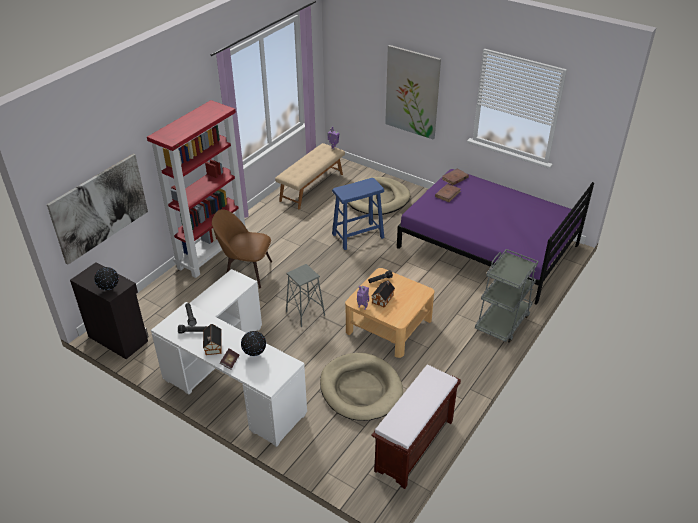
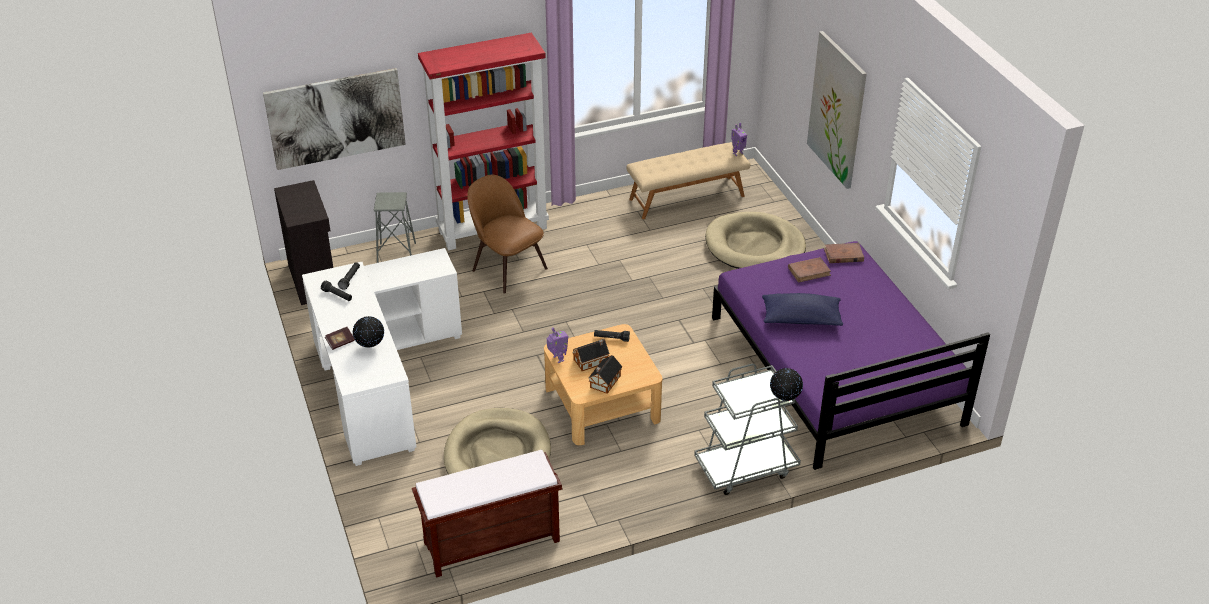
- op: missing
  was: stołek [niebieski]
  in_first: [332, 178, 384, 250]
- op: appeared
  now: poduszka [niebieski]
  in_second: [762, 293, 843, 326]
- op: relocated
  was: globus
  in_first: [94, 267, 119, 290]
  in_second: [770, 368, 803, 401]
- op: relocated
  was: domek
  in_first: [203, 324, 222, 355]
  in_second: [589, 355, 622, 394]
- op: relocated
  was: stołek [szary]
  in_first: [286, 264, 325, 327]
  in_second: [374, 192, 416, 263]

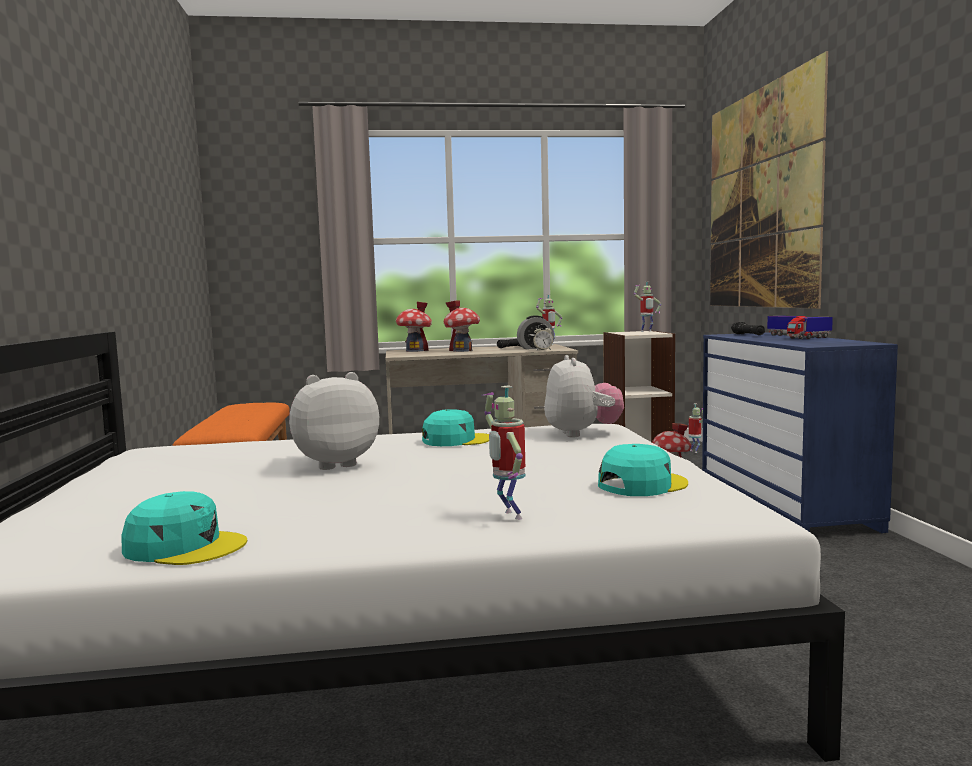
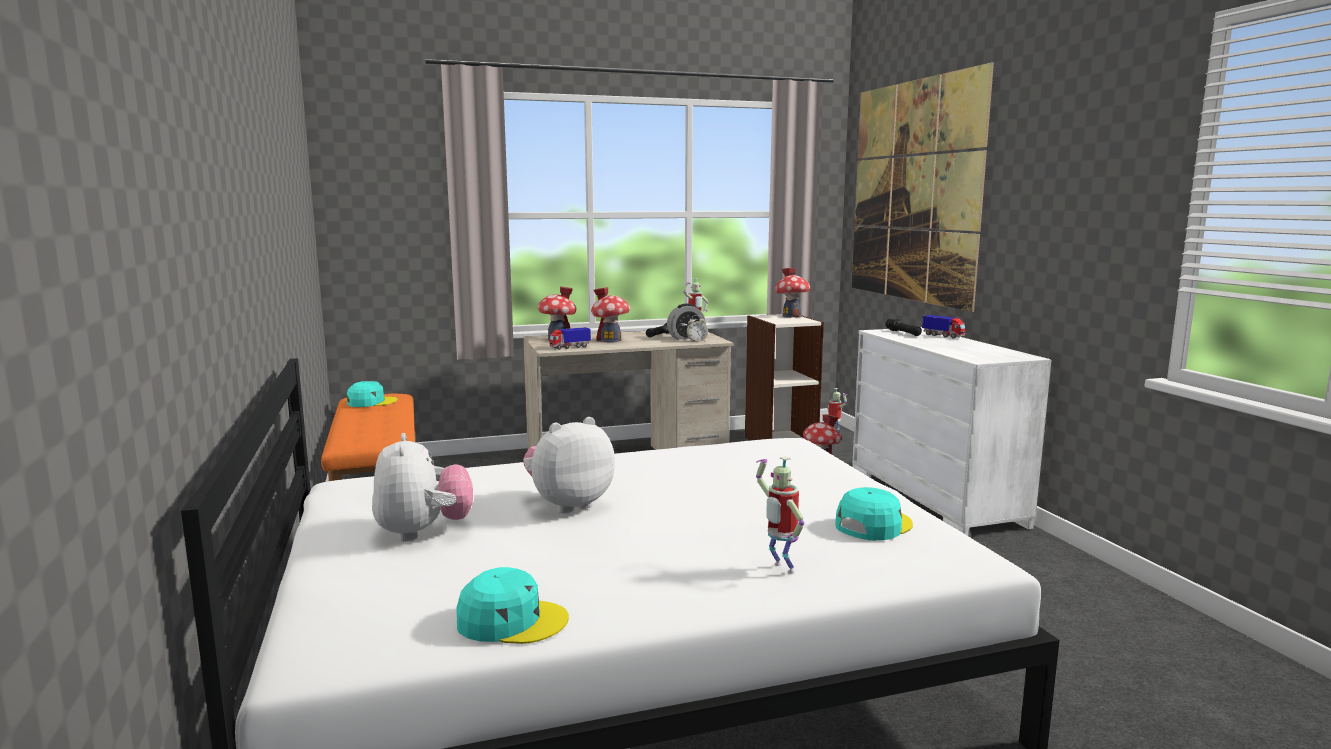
- op: relocated
  was: czapka z daszkiem [turkusowy]
  in_first: [422, 409, 489, 446]
  in_second: [347, 381, 398, 407]
- op: relocated
  was: pluszak
  in_first: [544, 355, 624, 438]
  in_second: [372, 433, 473, 542]
- op: relocated
  was: ciężarówka zabawkowa
  in_first: [787, 317, 833, 339]
  in_second: [549, 327, 591, 350]
- op: exchanged
  was: robot zabawkowy
  now: domek
  in_first: [634, 281, 661, 332]
  in_second: [775, 268, 810, 317]
- op: colour
  was: komoda [niebieski]
  now: komoda [biały]
  in_first: [702, 332, 898, 533]
  in_second: [852, 327, 1052, 536]

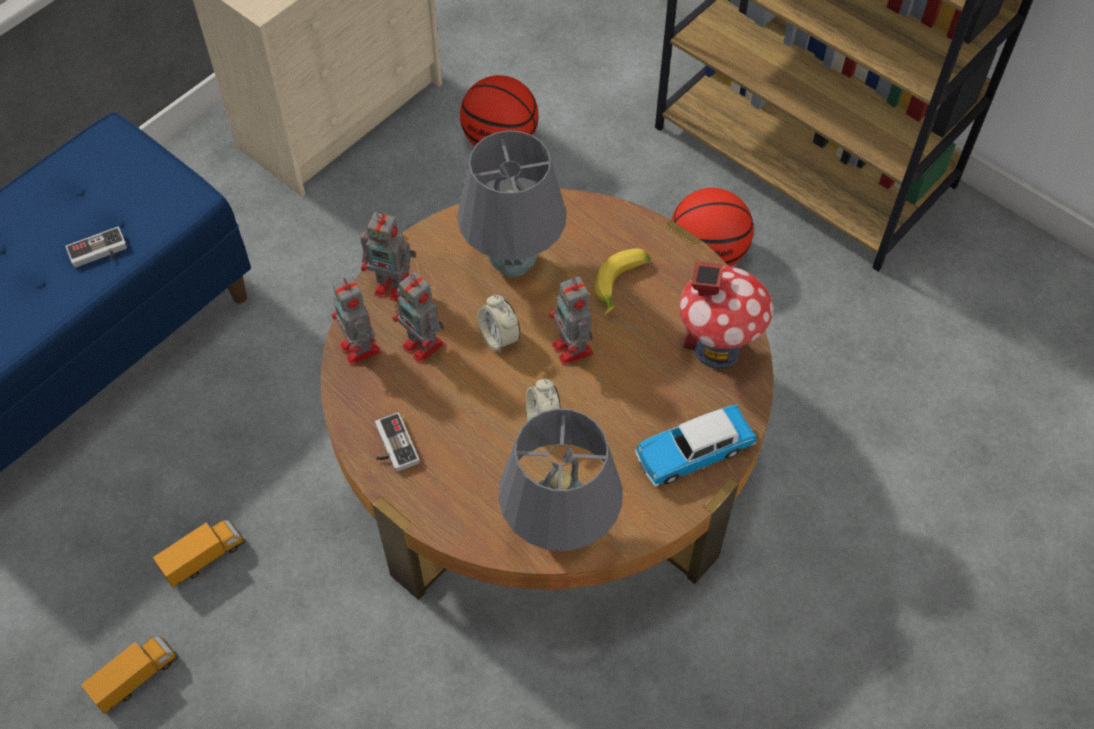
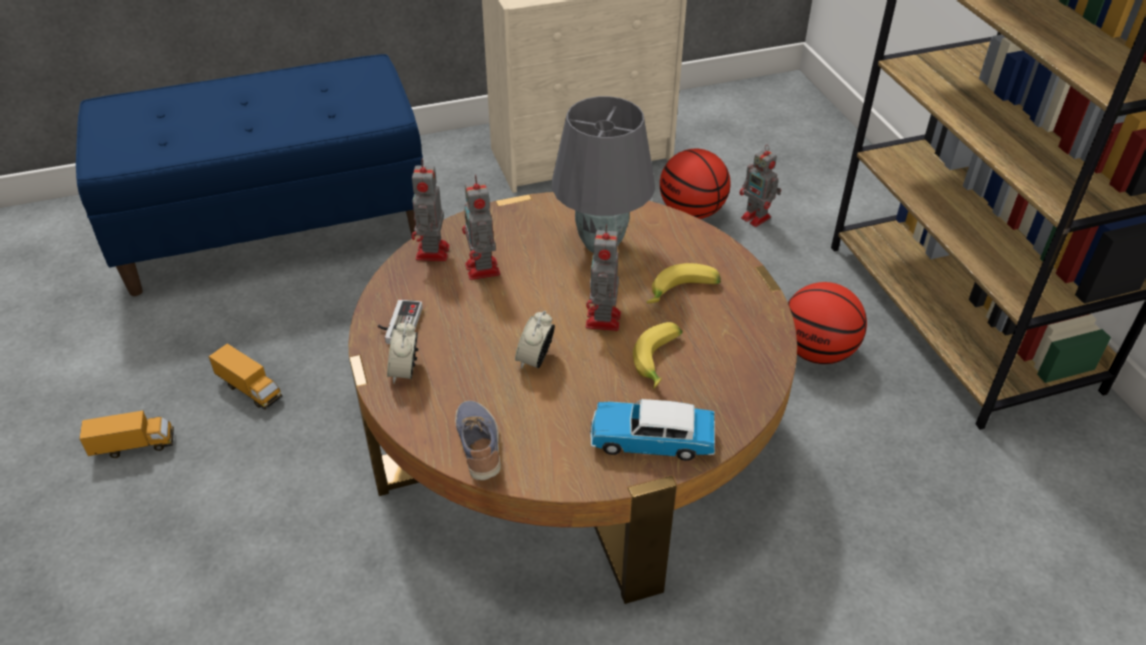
- op: missing
  was: pad do gier
  in_first: [65, 227, 127, 268]
- op: missing
  was: domek
  in_first: [679, 261, 773, 369]
- op: appeared
  now: banan
  in_second: [633, 322, 683, 389]
- op: relocated
  was: robot zabawkowy
  in_first: [360, 212, 417, 301]
  in_second: [740, 145, 781, 227]
- op: relocated
  was: budzik
  in_first: [477, 294, 520, 353]
  in_second: [387, 321, 419, 384]
- op: exchanged
  was: lampa stołowa [szary]
  now: but
  in_first: [498, 408, 623, 551]
  in_second: [455, 401, 501, 480]
- op: spun
  was: ciężarówka zabawkowa
  in_first: [153, 520, 246, 588]
  in_second: [208, 344, 283, 410]
  clockwise: 45

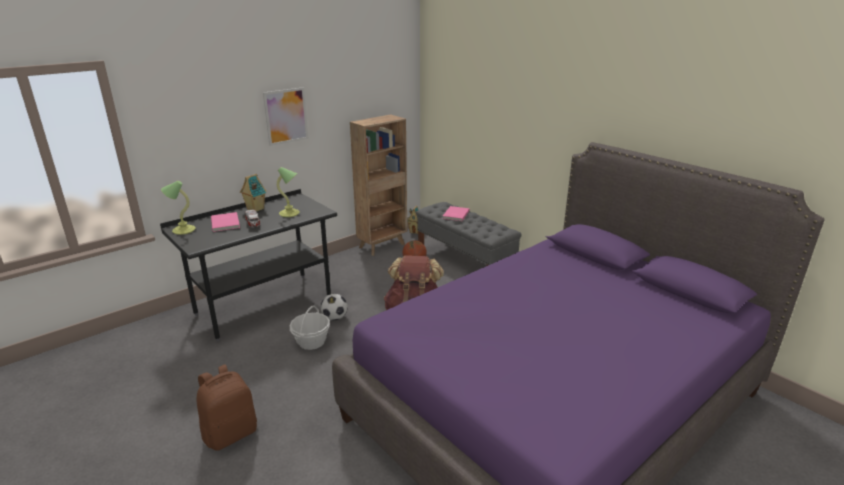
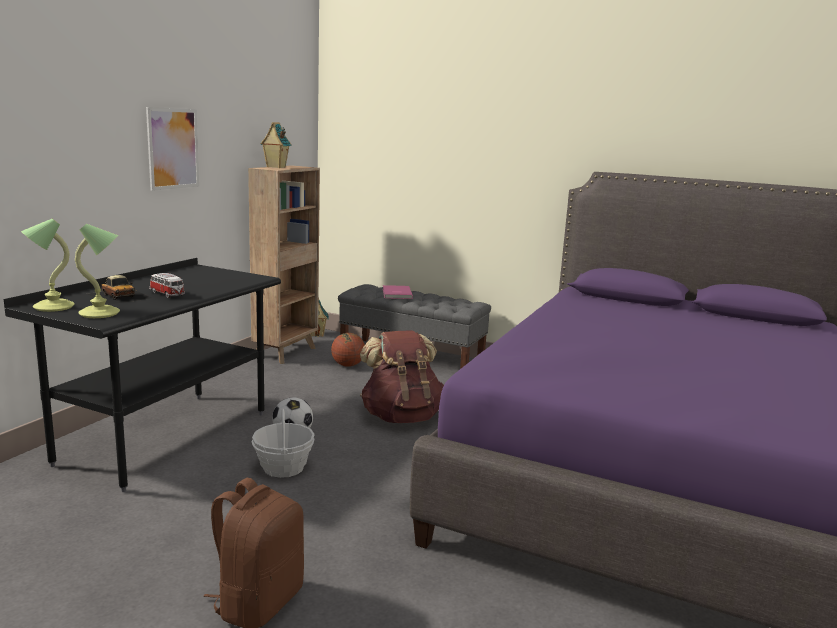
- op: relocated
  was: domek
  in_first: [240, 174, 267, 211]
  in_second: [260, 122, 292, 168]
- op: relocated
  was: lampa stołowa
  in_first: [277, 167, 300, 217]
  in_second: [75, 224, 120, 318]
- op: exchanged
  was: książka [różowy]
  now: samochodzik
  in_first: [211, 212, 240, 232]
  in_second: [87, 275, 152, 305]

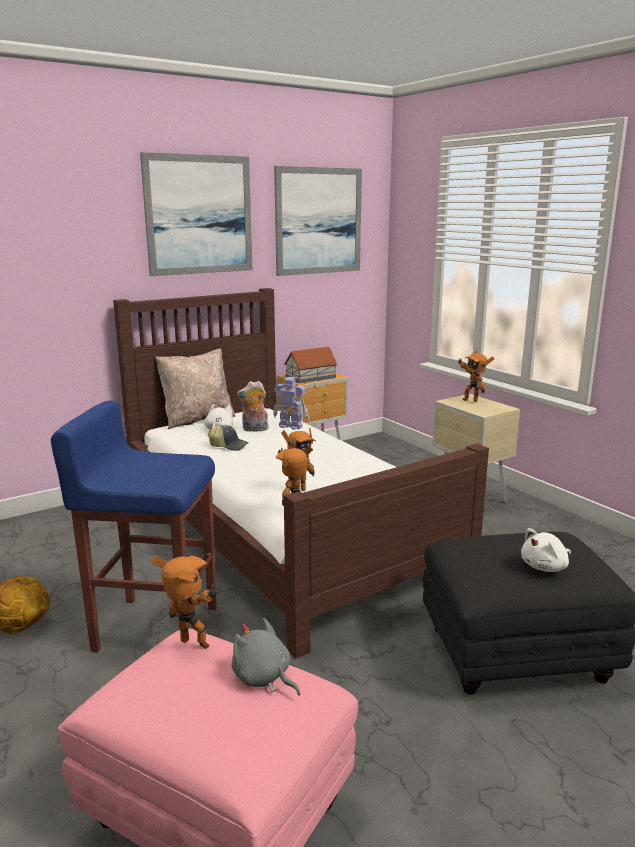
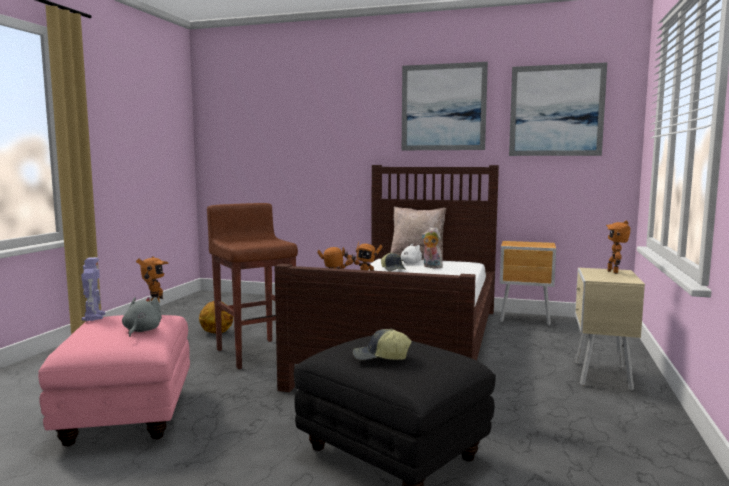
- op: missing
  was: domek
  in_first: [284, 347, 338, 383]
- op: relocated
  was: robot zabawkowy
  in_first: [273, 377, 310, 430]
  in_second: [81, 257, 105, 321]
- op: exchanged
  was: pluszak [biały]
  now: czapka z daszkiem
  in_first: [521, 528, 571, 572]
  in_second: [353, 329, 412, 360]
- op: colour
  was: stołek [niebieski]
  now: stołek [brązowy]
  in_first: [51, 401, 217, 652]
  in_second: [207, 203, 298, 369]

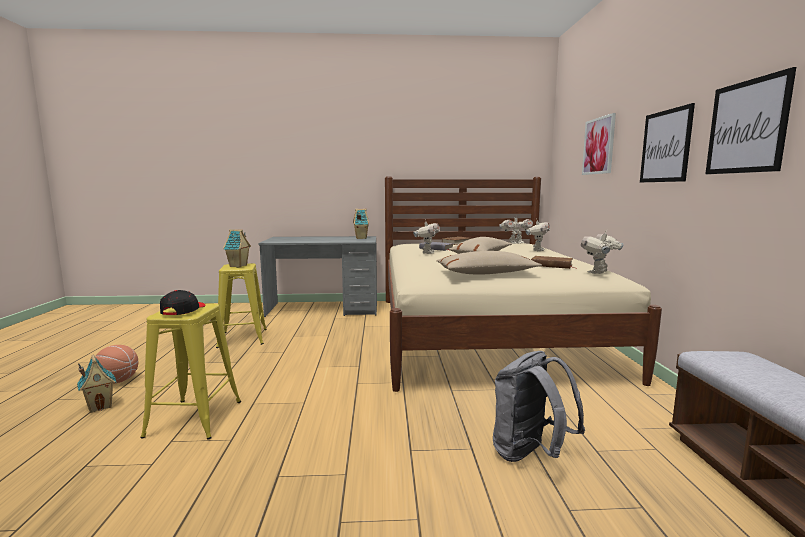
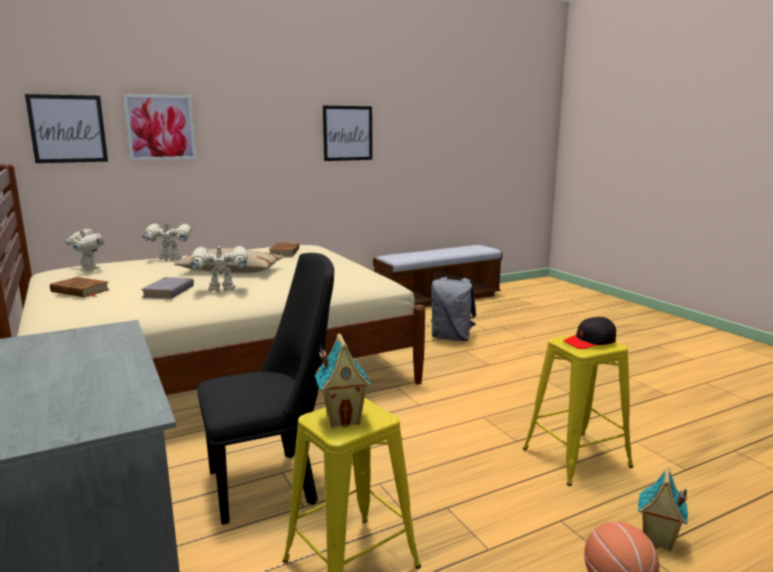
- op: missing
  was: domek
  in_first: [353, 209, 369, 239]
- op: missing
  was: poduszka [beżowy]
  in_first: [436, 251, 542, 274]
- op: missing
  was: robot zabawkowy
  in_first: [581, 229, 624, 274]
- op: appeared
  now: krzesło [czarny]
  in_second: [197, 253, 334, 525]
- op: relocated
  was: obraz
  in_first: [640, 103, 695, 183]
  in_second: [25, 94, 108, 163]

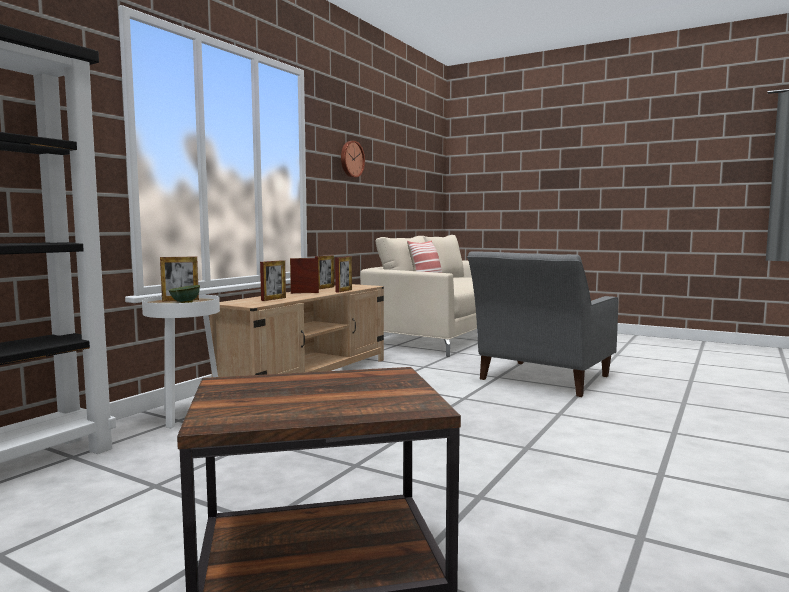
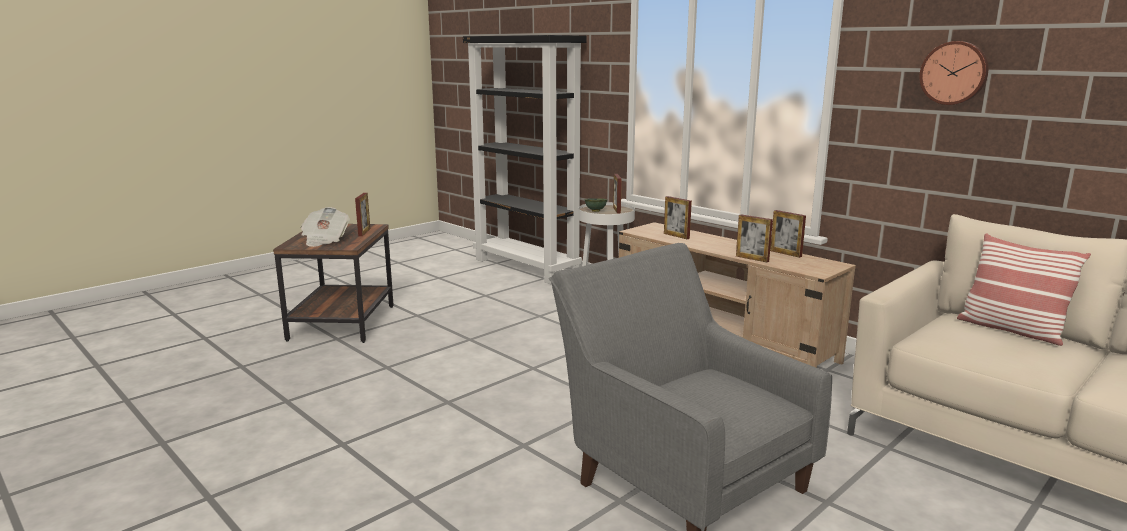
- op: appeared
  now: gazeta
  in_second: [301, 207, 350, 247]
- op: relocated
  was: ramka na zdjęcie
  in_first: [290, 258, 319, 294]
  in_second: [355, 193, 370, 236]

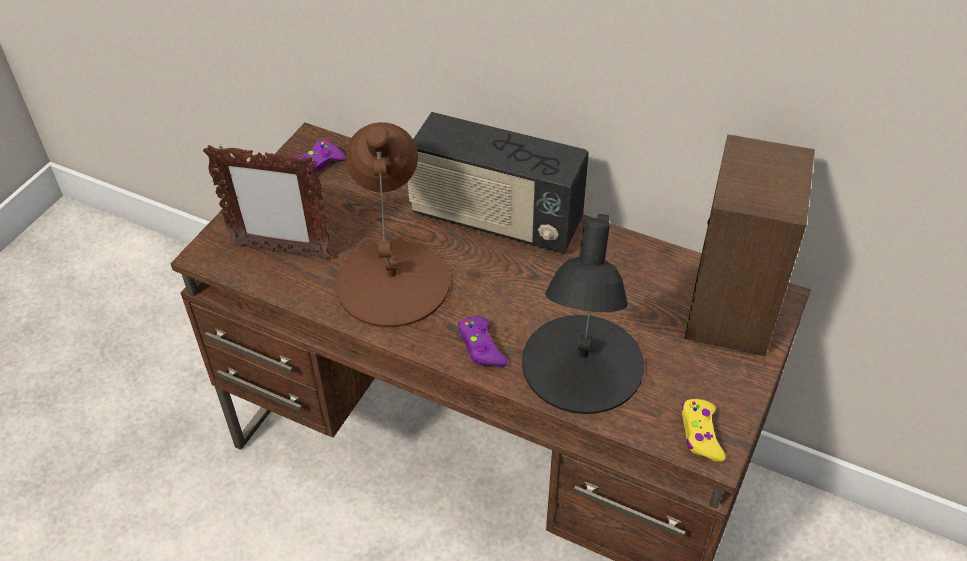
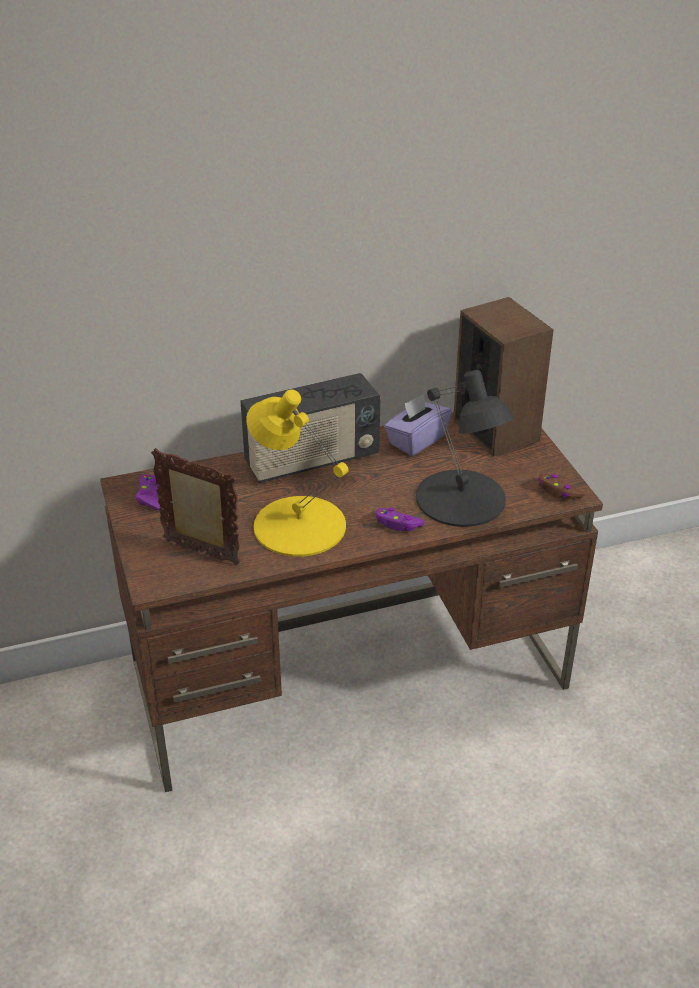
- op: appeared
  now: pudełko chusteczek [fioletowy]
  in_second: [384, 394, 452, 456]
- op: colour
  was: lampa stołowa [brązowy]
  now: lampa stołowa [żółty]
  in_first: [336, 122, 450, 327]
  in_second: [246, 390, 349, 557]
- op: colour
  was: pad do gier [żółty]
  now: pad do gier [brązowy]
  in_first: [682, 399, 726, 462]
  in_second: [538, 474, 585, 500]
- op: spun
  was: ramka na zdjęcie
  in_first: [203, 144, 332, 260]
  in_second: [151, 448, 241, 565]
  clockwise: -120

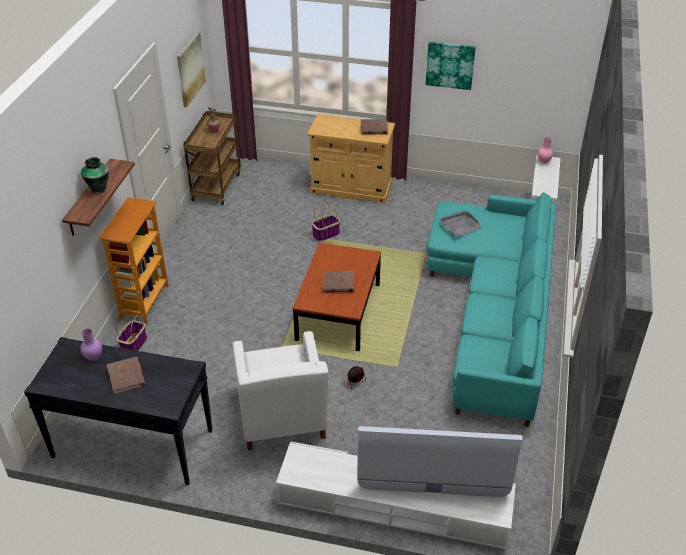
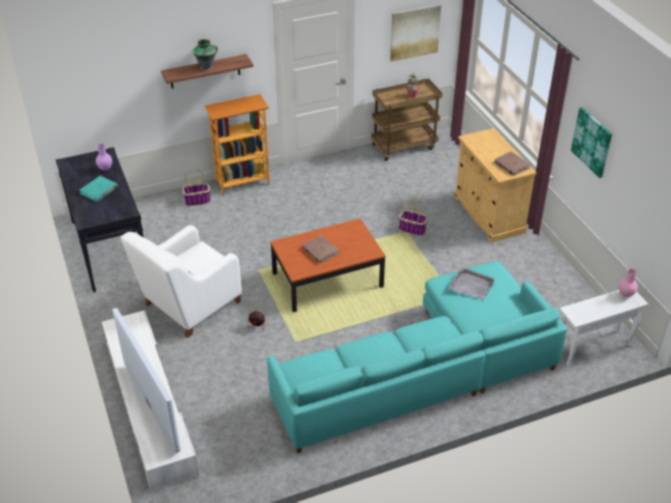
- op: colour
  was: książka [brązowy]
  now: książka [turkusowy]
  in_first: [107, 357, 145, 395]
  in_second: [79, 176, 118, 202]

